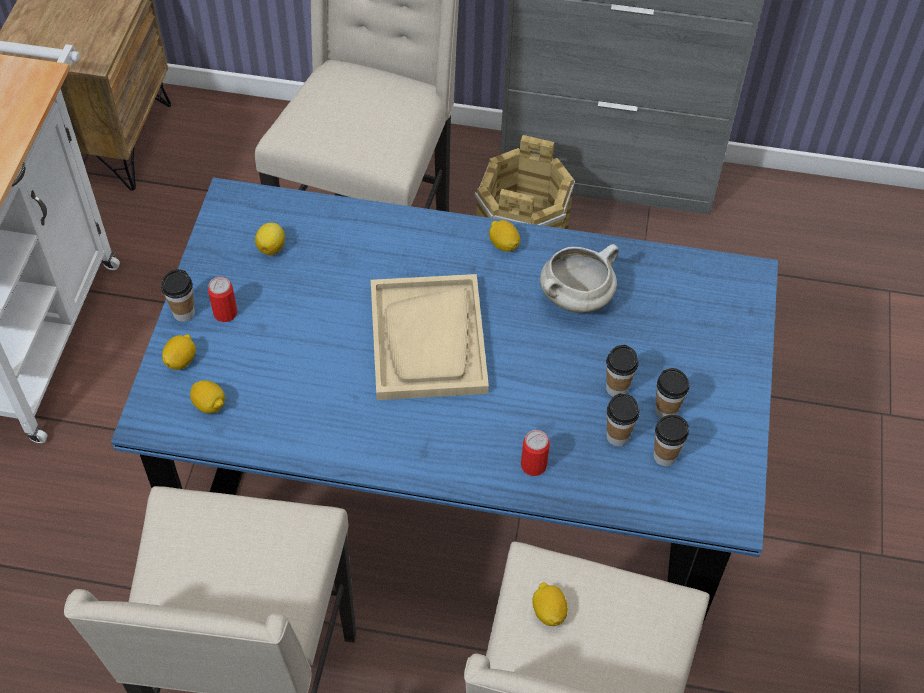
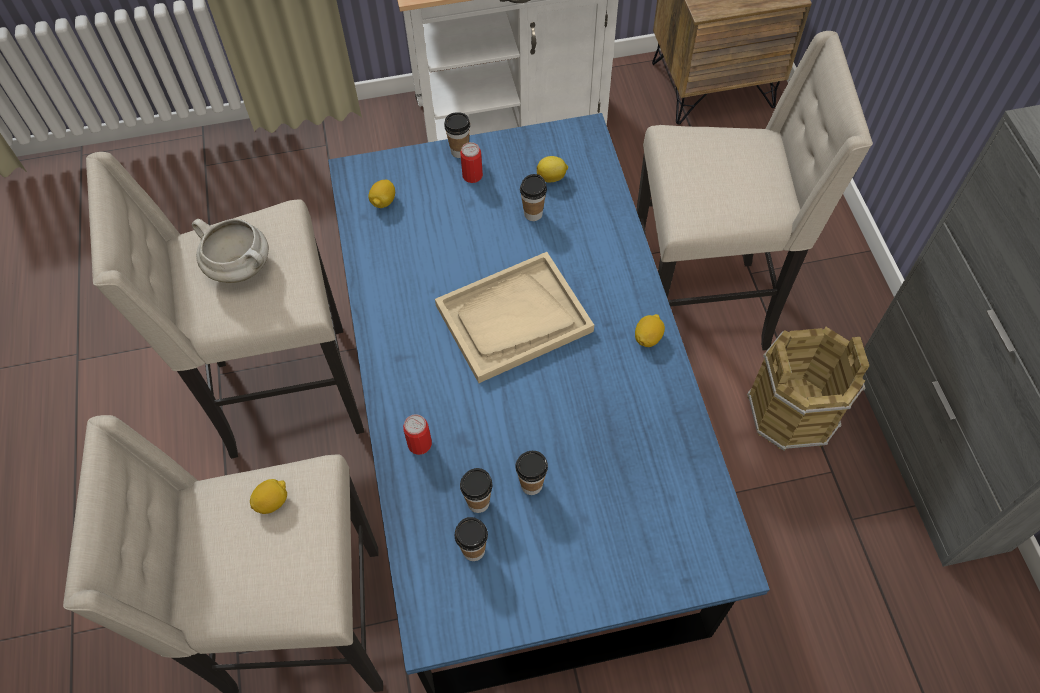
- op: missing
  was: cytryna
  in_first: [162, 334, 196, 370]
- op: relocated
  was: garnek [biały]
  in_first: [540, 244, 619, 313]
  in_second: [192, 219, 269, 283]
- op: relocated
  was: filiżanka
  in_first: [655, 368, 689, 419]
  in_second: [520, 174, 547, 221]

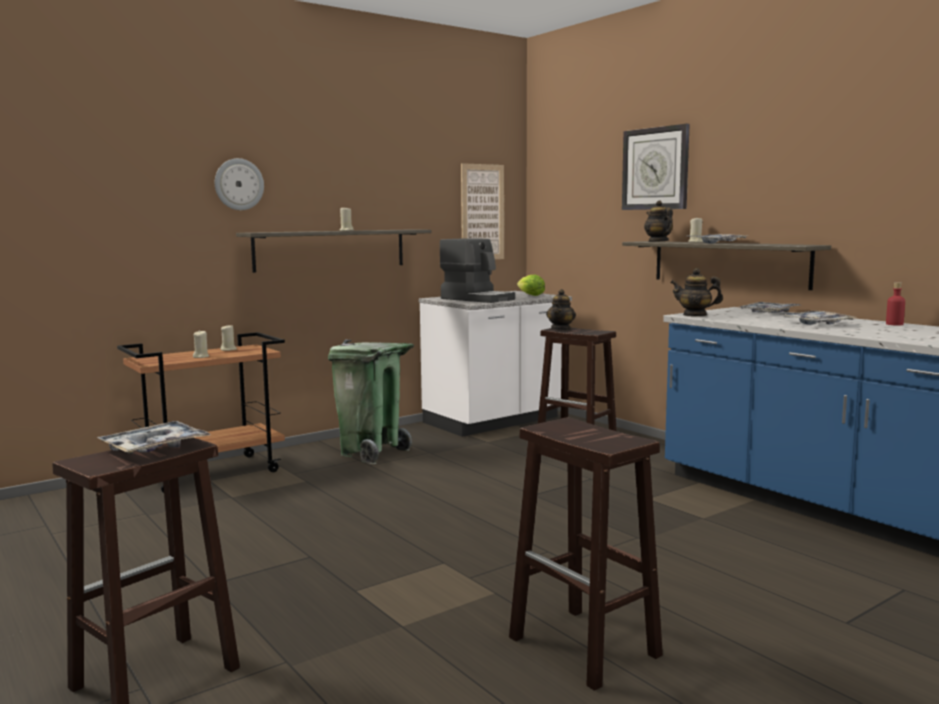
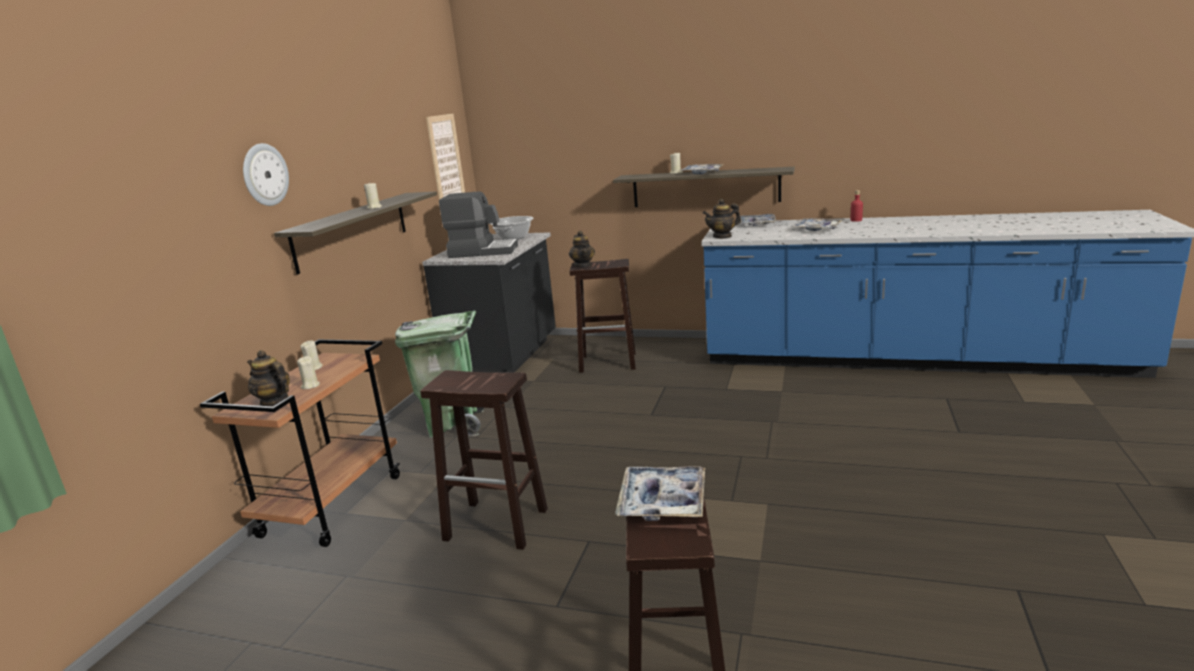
- op: missing
  was: zegar ścienny
  in_first: [622, 124, 690, 210]
- op: relocated
  was: stołek [brązowy]
  in_first: [509, 417, 663, 691]
  in_second: [421, 370, 548, 550]
- op: relocated
  was: imbryk
  in_first: [644, 200, 673, 242]
  in_second: [247, 350, 290, 406]
- op: exchanged
  was: sałata
  now: garnek
  in_first: [517, 275, 545, 296]
  in_second: [491, 216, 534, 240]
- op: colour
  was: zabudowa kuchenna [biały]
  now: zabudowa kuchenna [czarny]
  in_first: [419, 291, 572, 437]
  in_second: [422, 232, 556, 373]

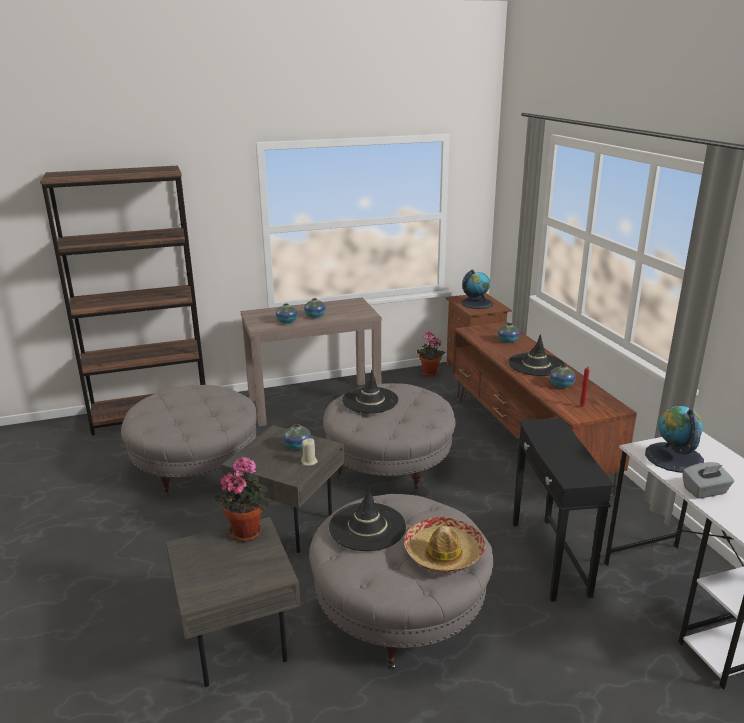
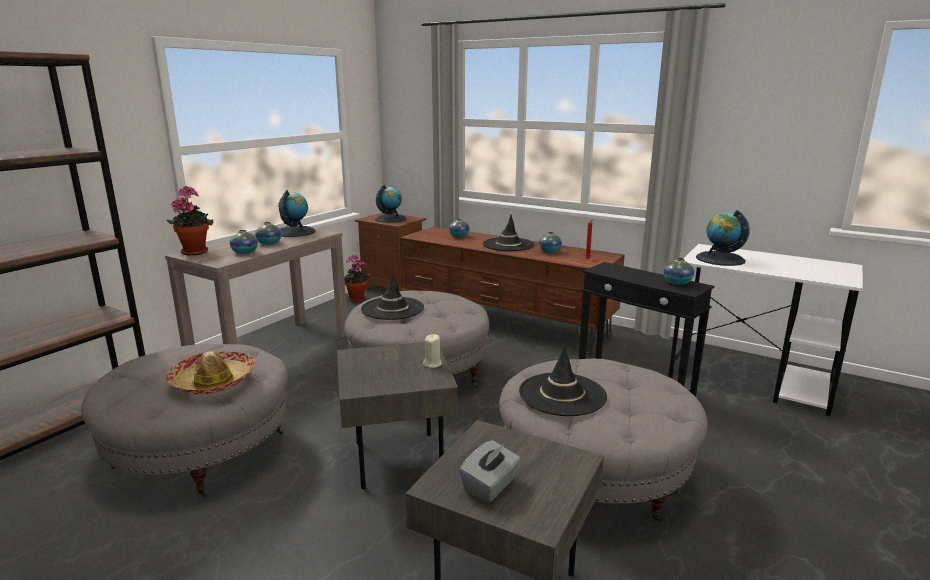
- op: appeared
  now: globus
  in_second: [278, 190, 316, 237]
- op: relocated
  was: roślina doniczkowa
  in_first: [215, 457, 269, 542]
  in_second: [167, 186, 214, 255]
- op: relocated
  was: wazon
  in_first: [283, 424, 311, 450]
  in_second: [663, 258, 694, 285]
- op: relocated
  was: kapelusz
  in_first: [404, 517, 485, 573]
  in_second: [166, 351, 255, 394]
- op: relocated
  was: pudełko chusteczek [szary]
  in_first: [683, 462, 734, 499]
  in_second: [459, 440, 521, 502]

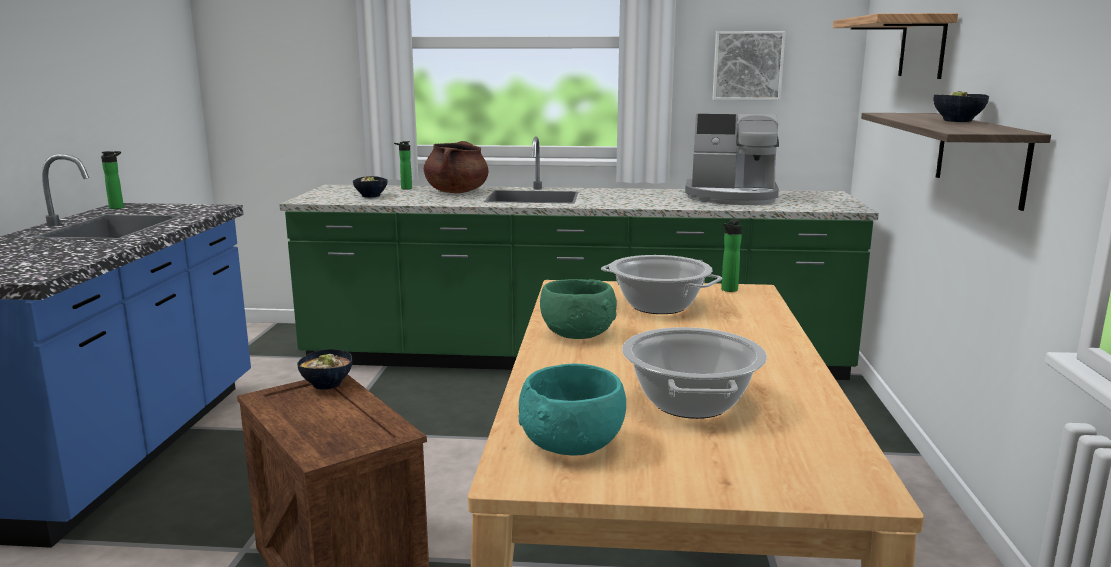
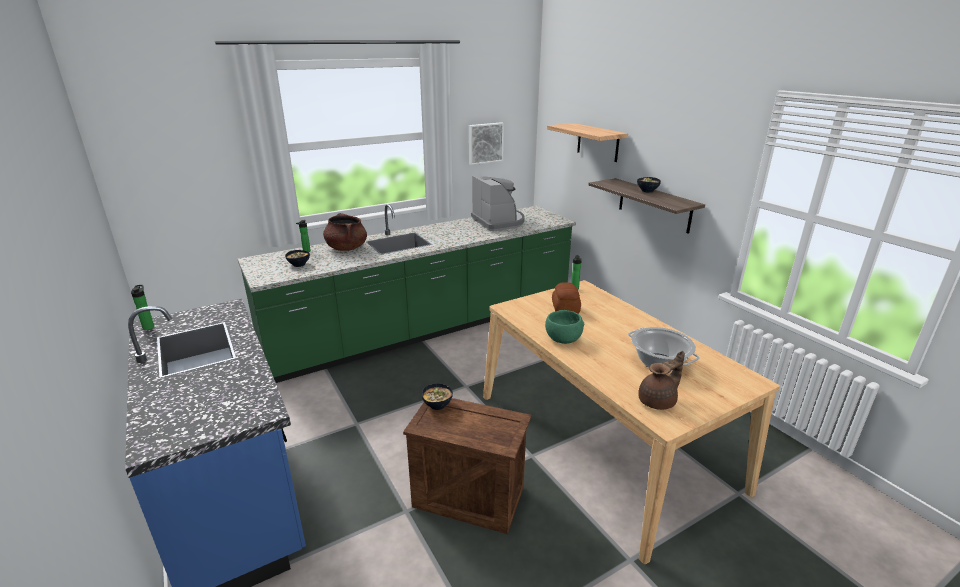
- op: exchanged
  was: miska [turkusowy]
  now: imbryk [brązowy]
  in_first: [519, 364, 626, 456]
  in_second: [638, 351, 685, 410]
- op: exchanged
  was: garnek
  now: chleb
  in_first: [601, 255, 722, 314]
  in_second: [552, 282, 581, 314]
- op: spun
  was: ekspres do kawy
  in_first: [685, 114, 779, 205]
  in_second: [471, 176, 525, 231]
  clockwise: -90

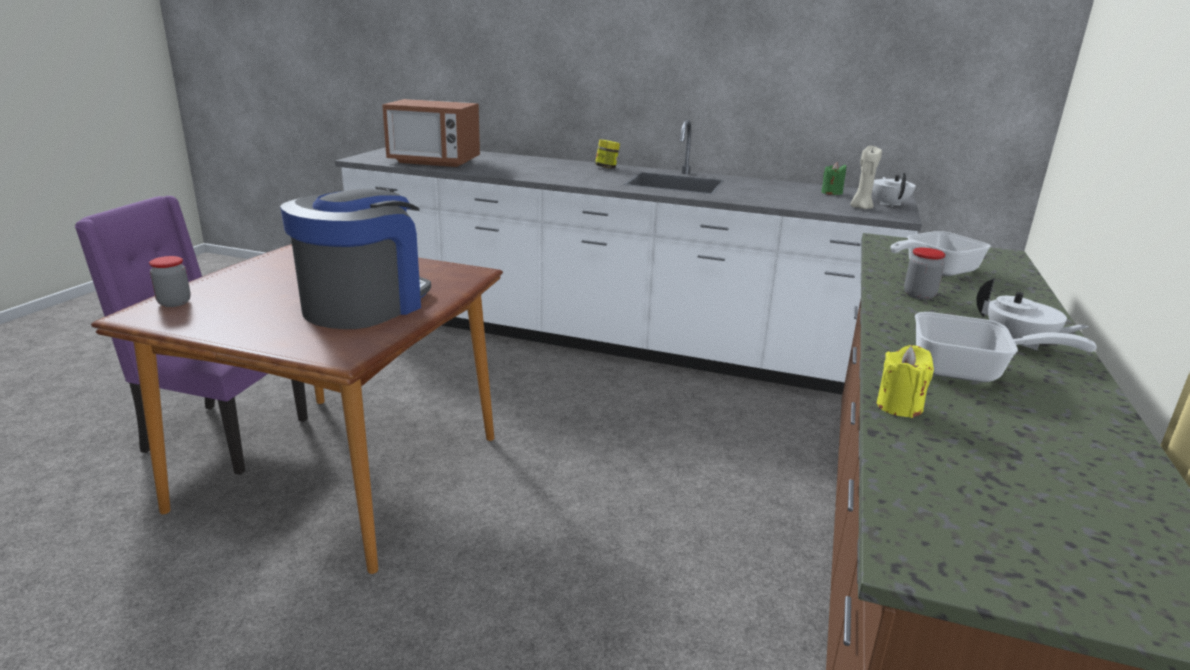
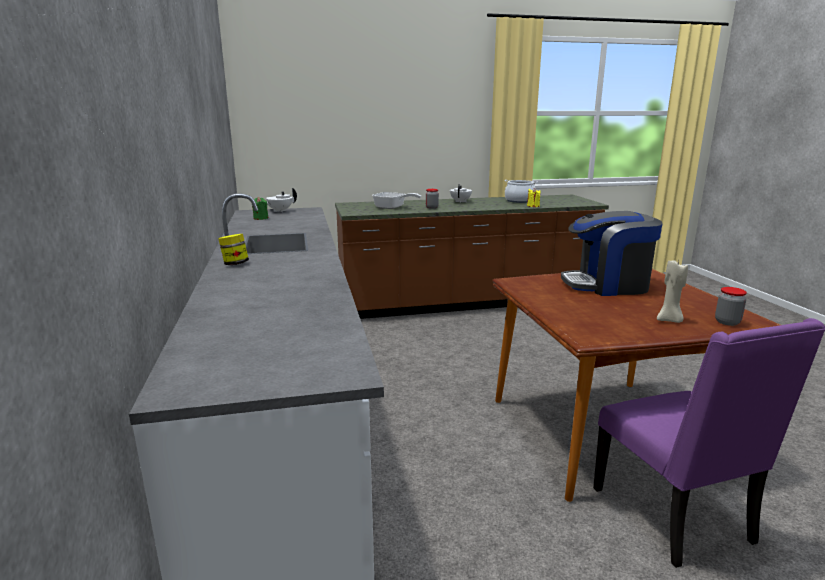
- op: missing
  was: mikrofalówka
  in_first: [382, 99, 480, 167]
- op: missing
  was: patelnia
  in_first: [915, 312, 1097, 382]
- op: appeared
  now: garnek
  in_second: [504, 180, 538, 203]
- op: relocated
  was: świeca [beżowy]
  in_first: [850, 146, 882, 209]
  in_second: [657, 261, 688, 323]

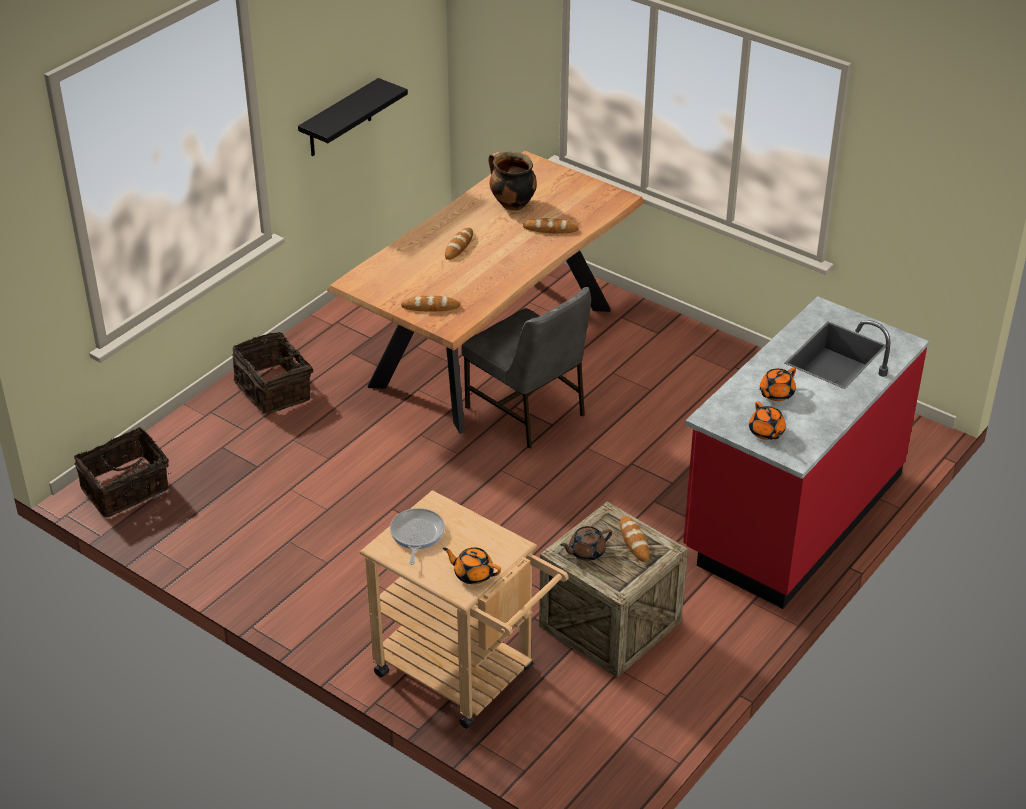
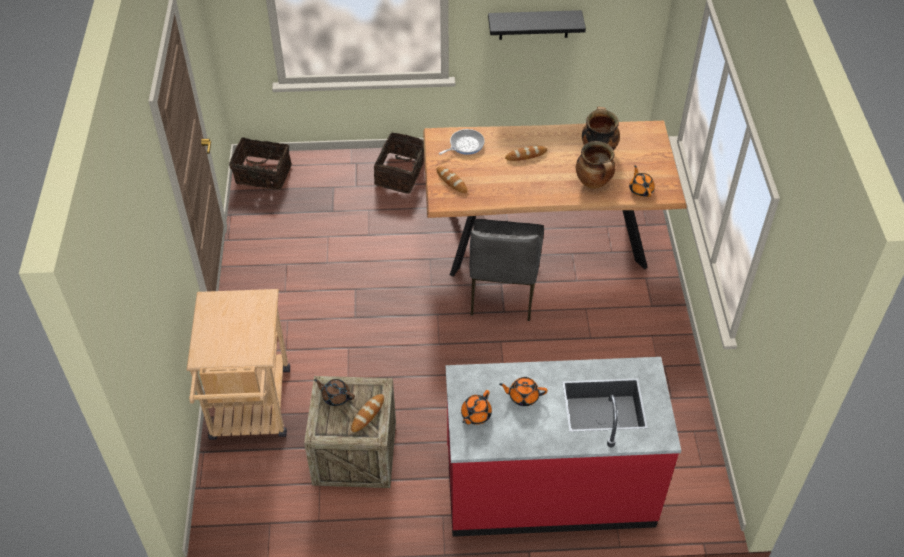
- op: relocated
  was: patelnia
  in_first: [390, 508, 445, 565]
  in_second: [439, 129, 485, 155]
- op: relocated
  was: imbryk [pomarańczowy]
  in_first: [443, 547, 501, 584]
  in_second: [629, 165, 655, 197]
- op: exchanged
  was: chleb
  now: garnek
  in_first: [523, 218, 579, 233]
  in_second: [576, 141, 615, 189]

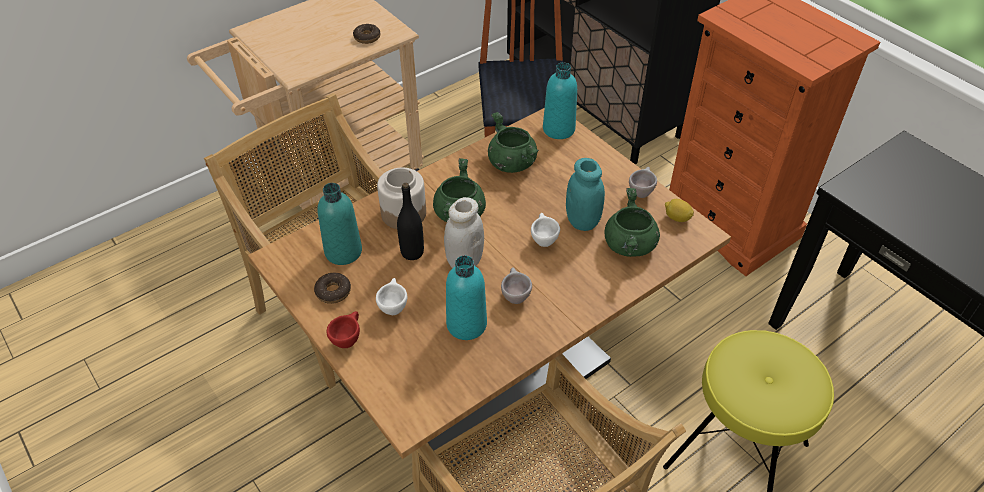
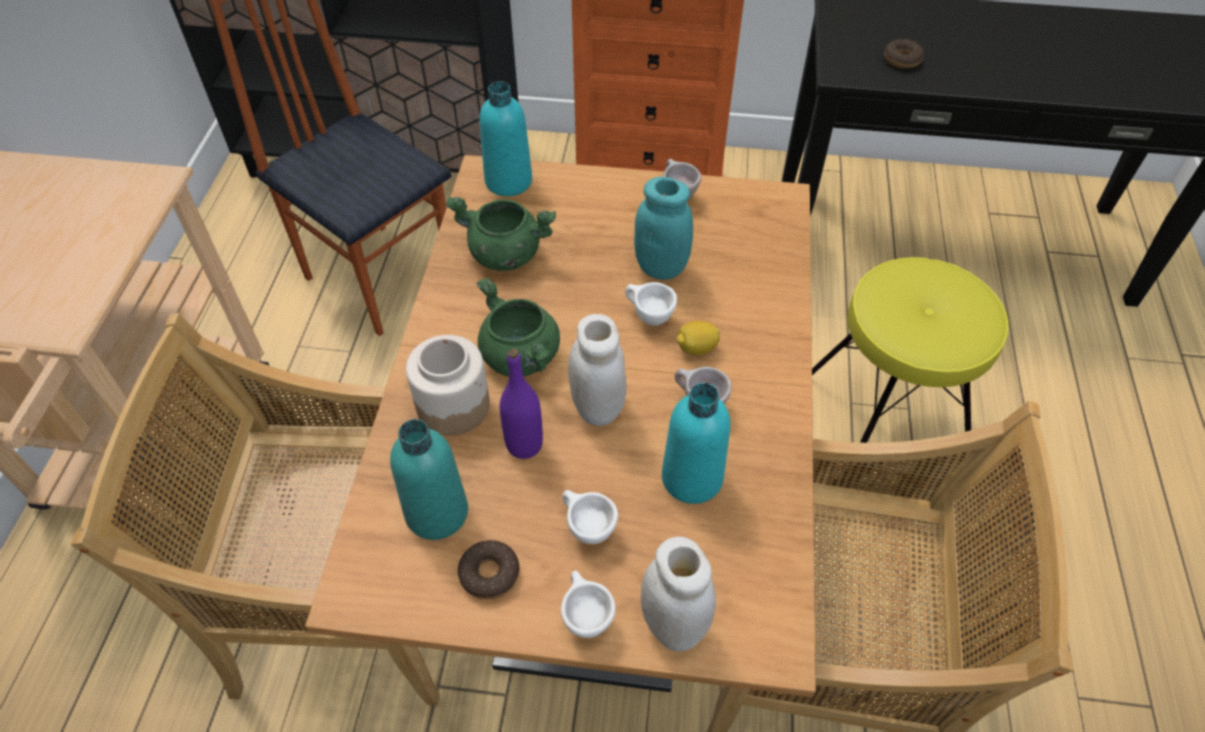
- op: missing
  was: garnek [zielony]
  in_first: [604, 188, 660, 257]
- op: appeared
  now: słoik [biały]
  in_second: [641, 537, 716, 651]
- op: relocated
  was: donut
  in_first: [353, 24, 380, 44]
  in_second: [884, 39, 924, 68]
- op: relocated
  was: cytryna
  in_first: [665, 199, 694, 222]
  in_second: [677, 321, 720, 355]
- op: colour
  was: filiżanka [czerwony]
  now: filiżanka [biały]
  in_first: [326, 311, 360, 348]
  in_second: [561, 570, 616, 638]
- op: colour
  was: butelka [czarny]
  now: butelka [fioletowy]
  in_first: [397, 183, 424, 260]
  in_second: [500, 348, 543, 459]

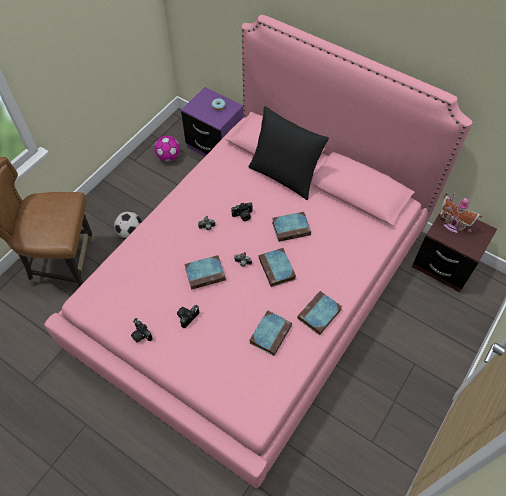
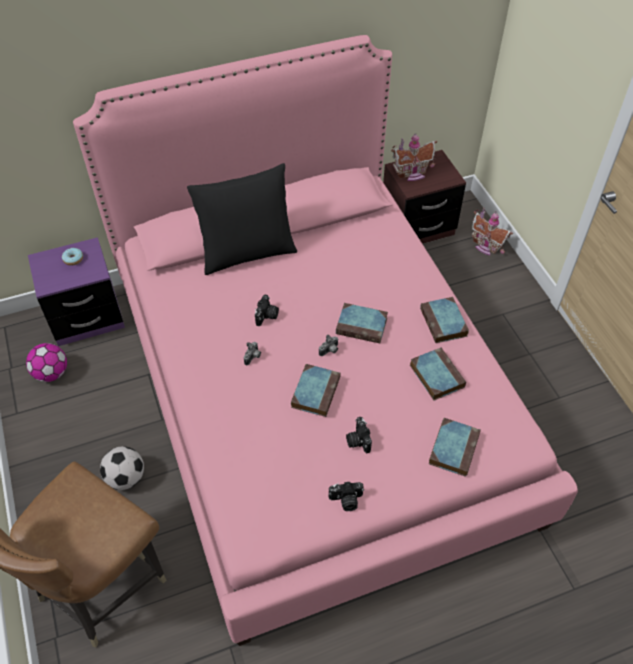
- op: appeared
  now: domek
  in_second: [472, 208, 513, 256]
- op: relocated
  was: książka
  in_first: [272, 212, 311, 242]
  in_second: [429, 418, 481, 477]

